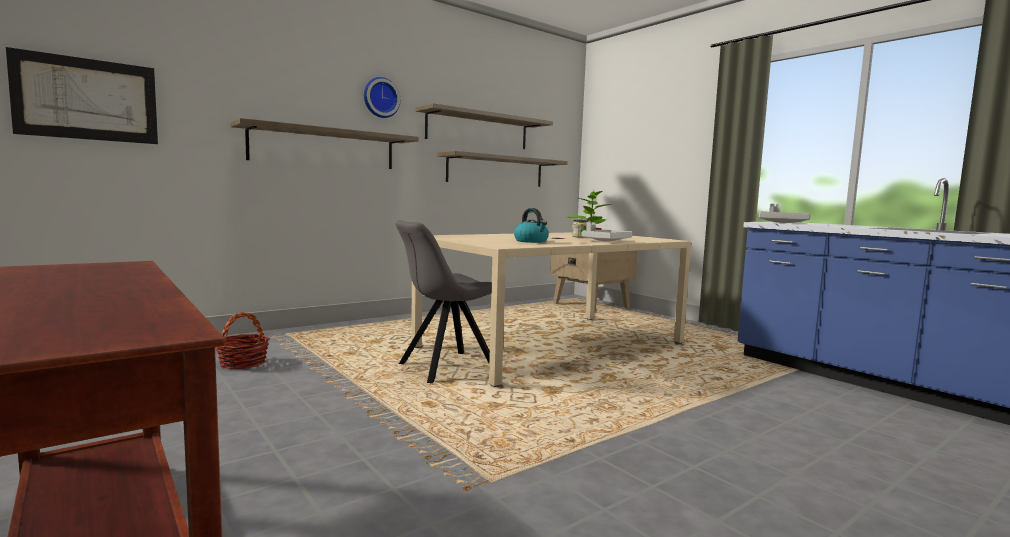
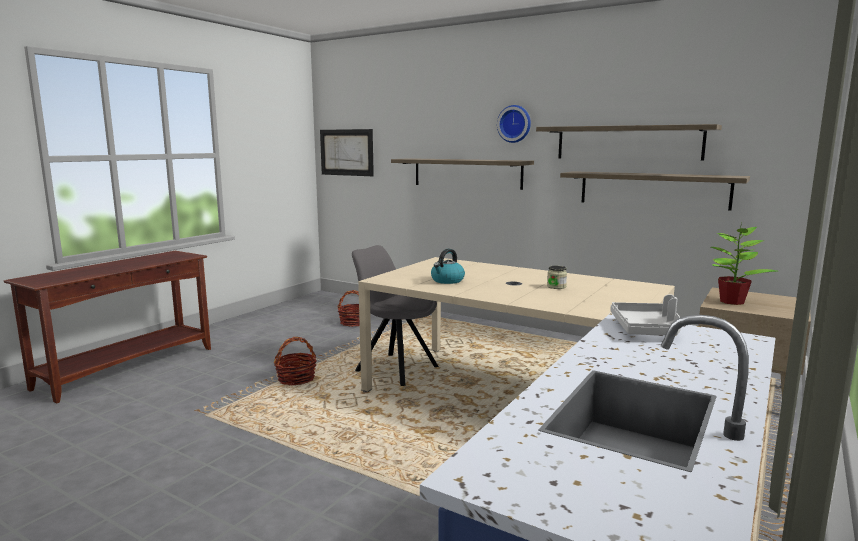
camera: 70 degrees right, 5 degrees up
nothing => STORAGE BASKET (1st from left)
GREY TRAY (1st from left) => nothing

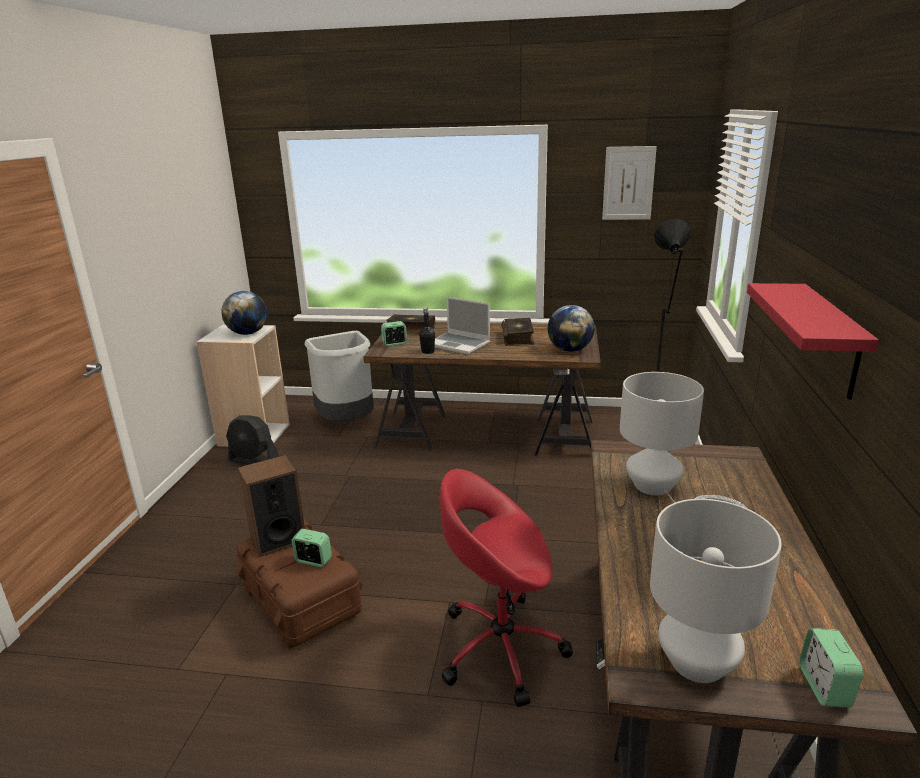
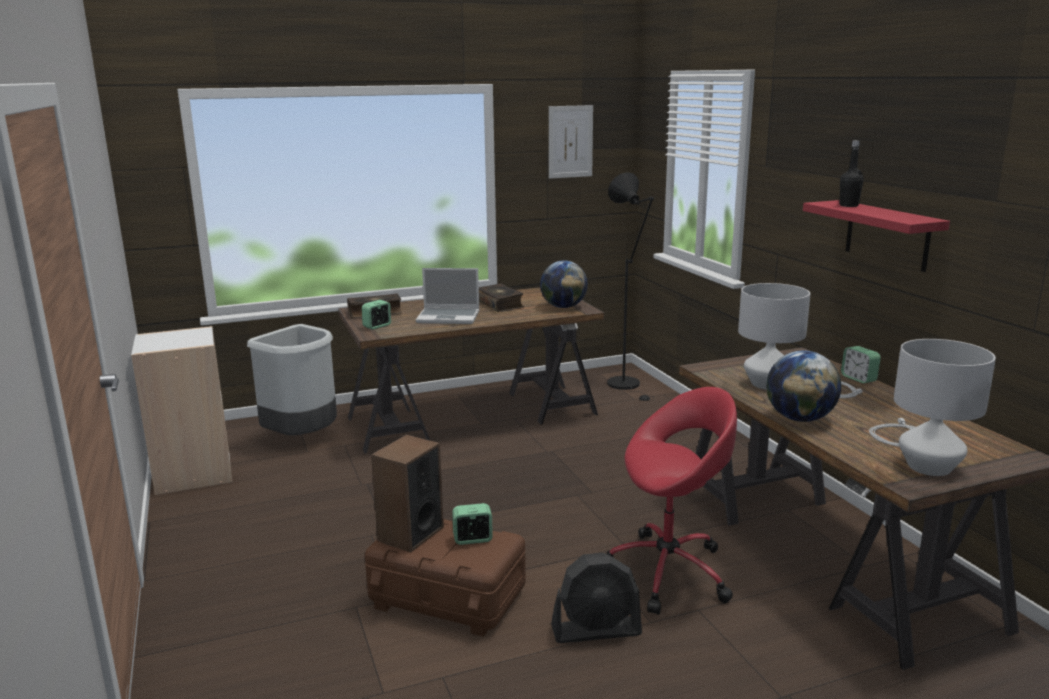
camera: 30 degrees left, 5 degrees down
BLACKISH COOLING FAN, moved
RED OFFICE CHAIR, 150 degrees counterclockwise
DESK GLOBE (1st from left in the first image) => DESK GLOBE (2nd from left), moved
BLACKISH BOTTLE, moved
TABLE CLOCK (3rd from left), moved

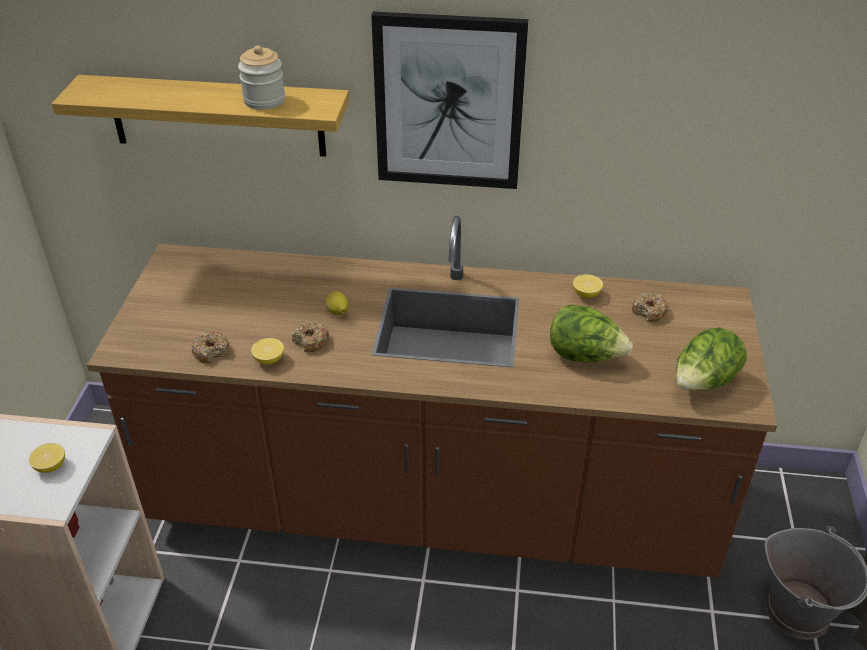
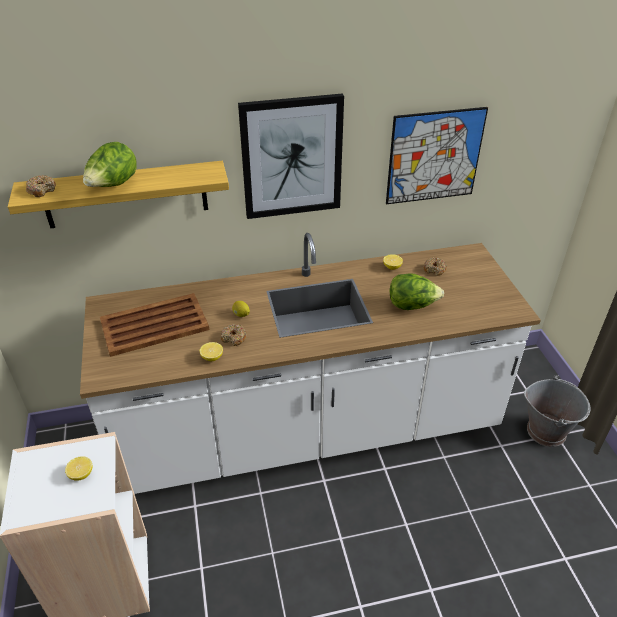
camera: 20 degrees left, 0 degrees up
RING DOUGHNUT (1st from left), moved
BROWN KITCHEN BASE UNIT => WHITE KITCHEN BASE UNIT
HEAD OF LETTUCE (2nd from left in the first image) => HEAD OF LETTUCE (1st from left), moved
nothing => BROWN TRAY
nothing => WALL ART (2nd from left)
JAR => nothing

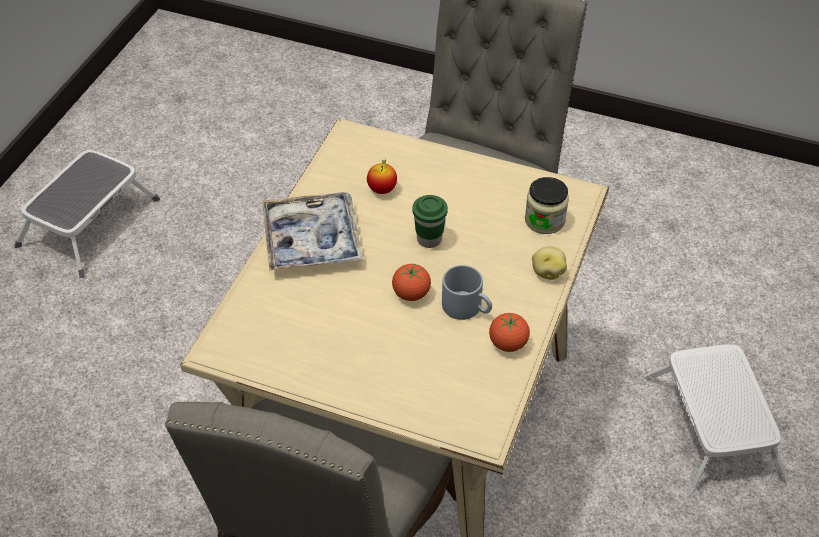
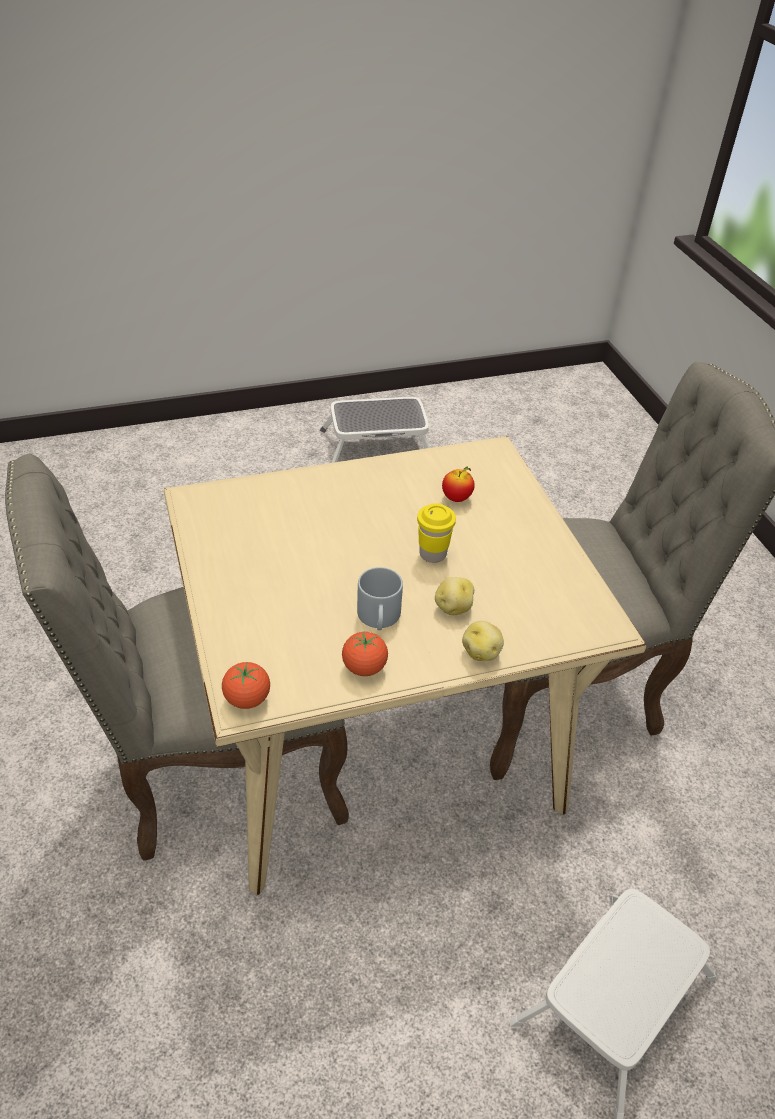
camera: 50 degrees right, 5 degrees down
TOMATO (1st from left), moved
GREEN-COLOURED DRINKING CUP => YELLOWISH DRINKING CUP
nothing => SPUD (1st from left)
TRAY => nothing
JAR => nothing

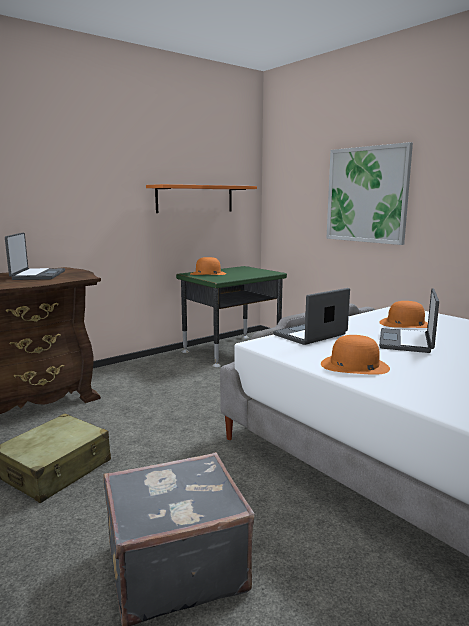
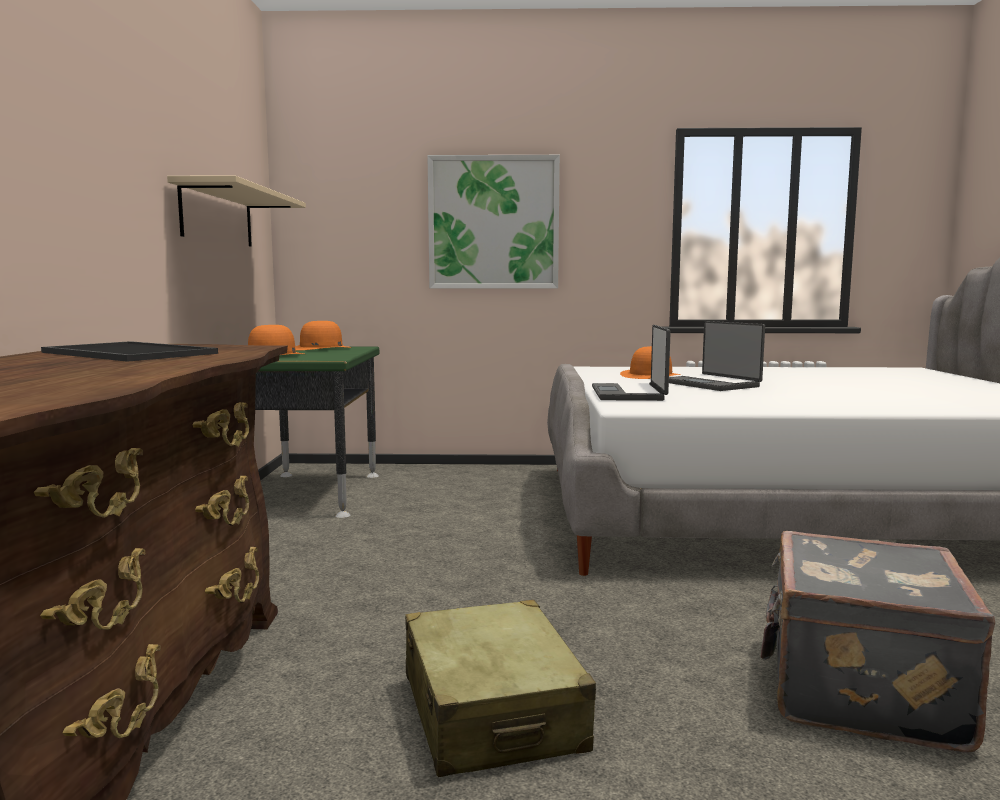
camera: 50 degrees left, 5 degrees down
PORTABLE COMPUTER (1st from left) => TRAY
ORANGE BRACKET SHELF => SAND-COLOURED BRACKET SHELF
ORANGE HAT (2nd from left), moved

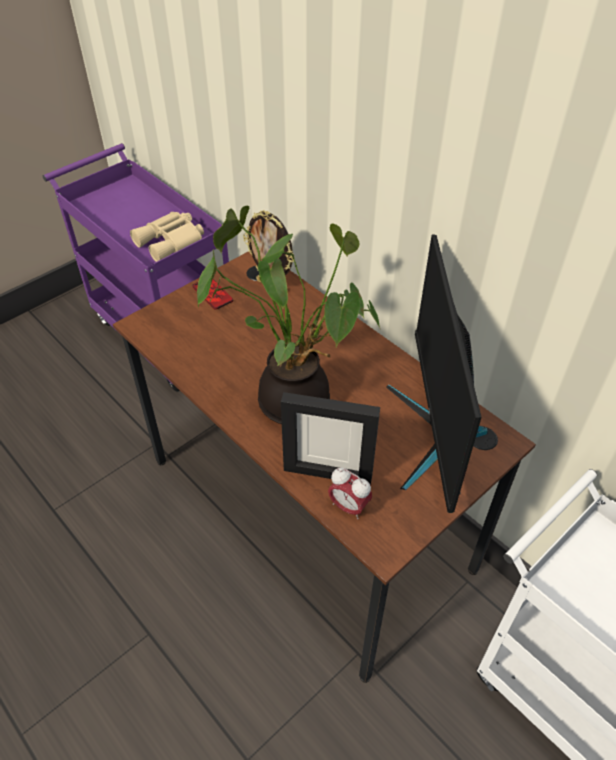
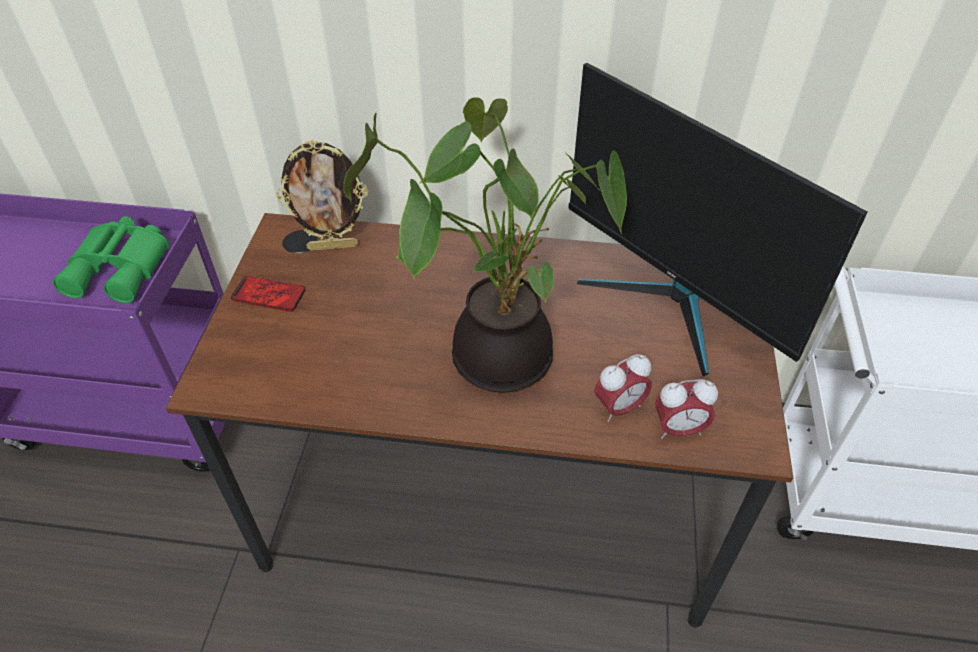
camera: 40 degrees left, 0 degrees up
SAND-COLOURED FIELD GLASSES => GREEN-COLOURED FIELD GLASSES
PHOTO FRAME (2nd from left) => TABLE CLOCK (1st from left)

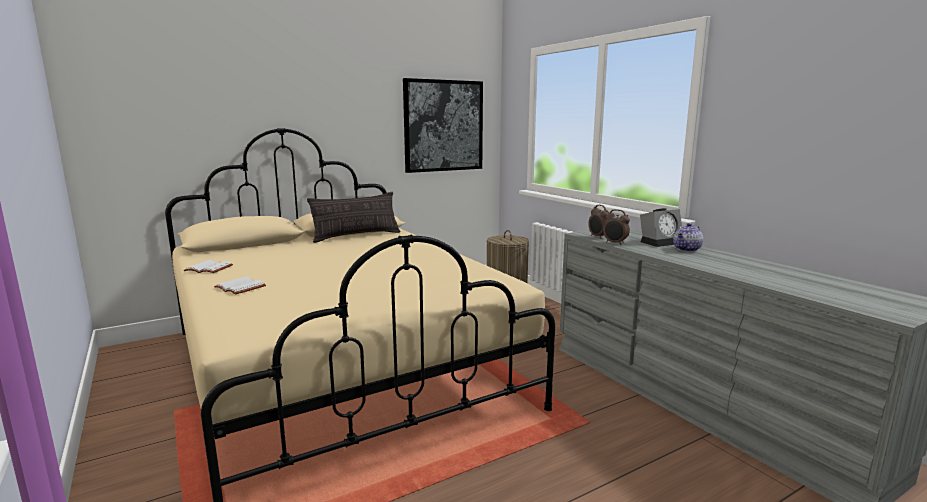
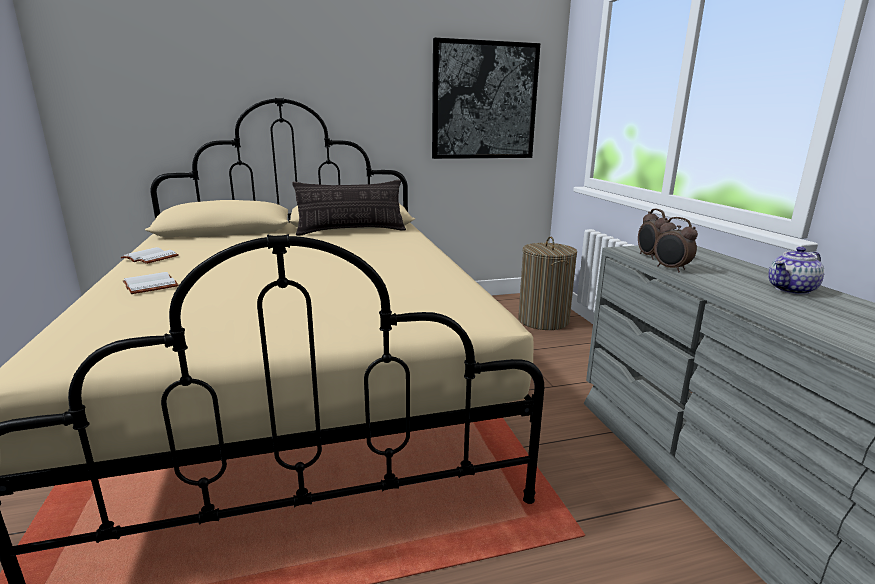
camera: 15 degrees right, 5 degrees up
TABLE CLOCK (3rd from left) => nothing

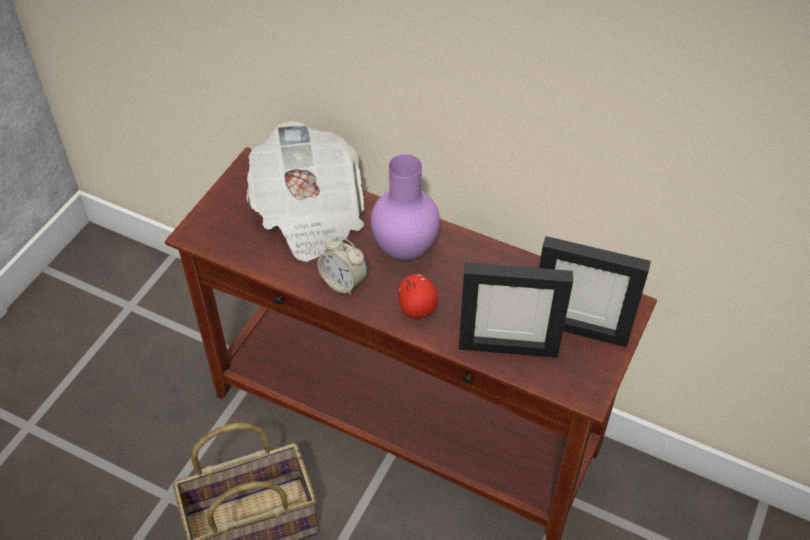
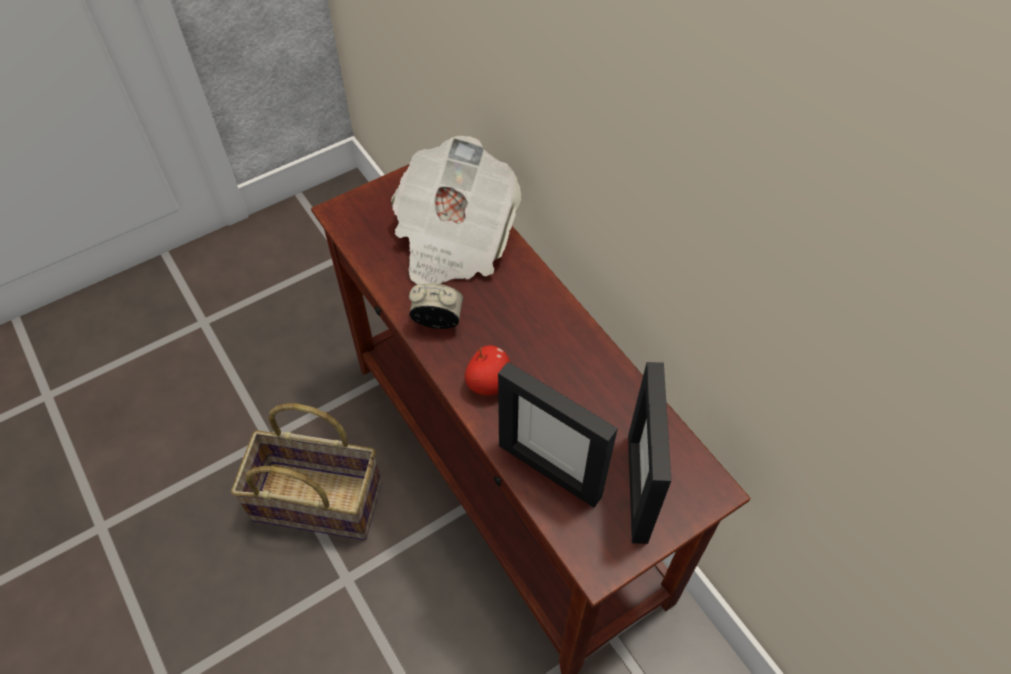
camera: 30 degrees right, 5 degrees up
TABLE CLOCK, 120 degrees clockwise
PHOTO FRAME (2nd from left), 45 degrees clockwise
PURPLISH FLOWER VASE => nothing

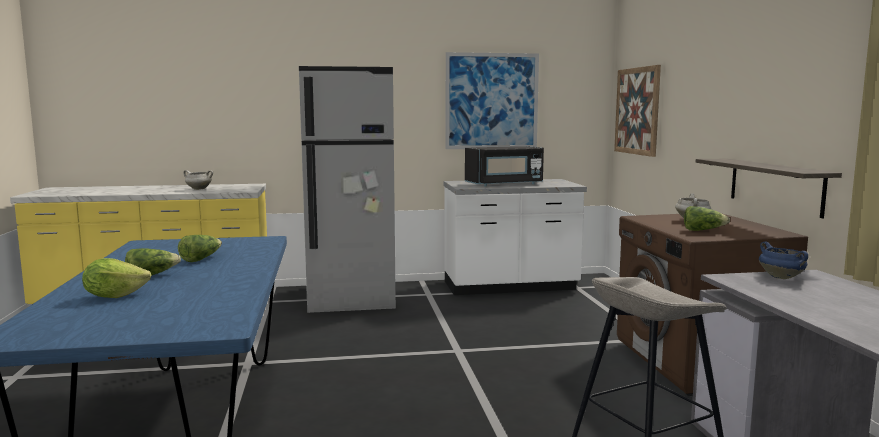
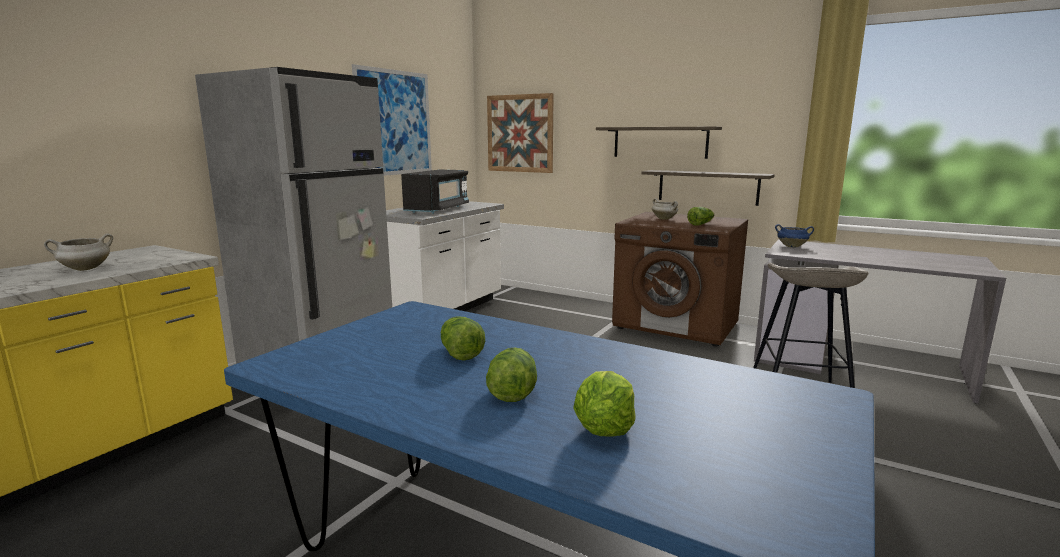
camera: 50 degrees left, 5 degrees up
nothing => BRACKET SHELF (1st from left)

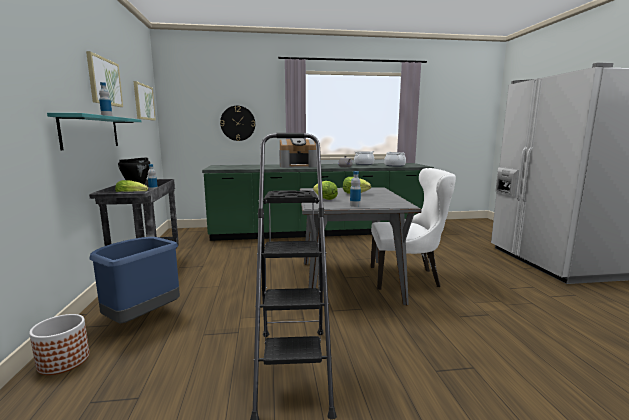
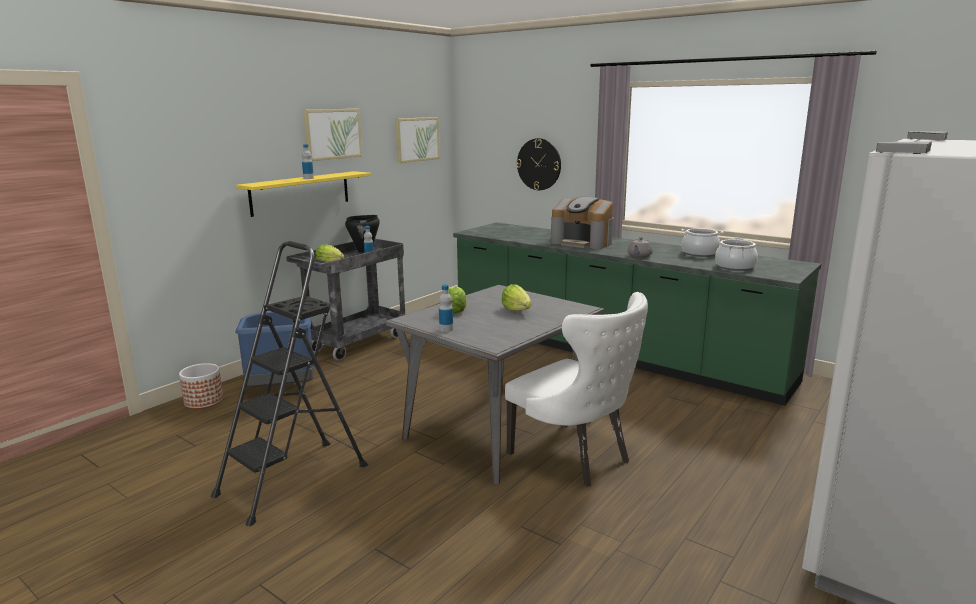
camera: 45 degrees right, 5 degrees up
BLUE-GREEN BRACKET SHELF => YELLOWISH BRACKET SHELF

